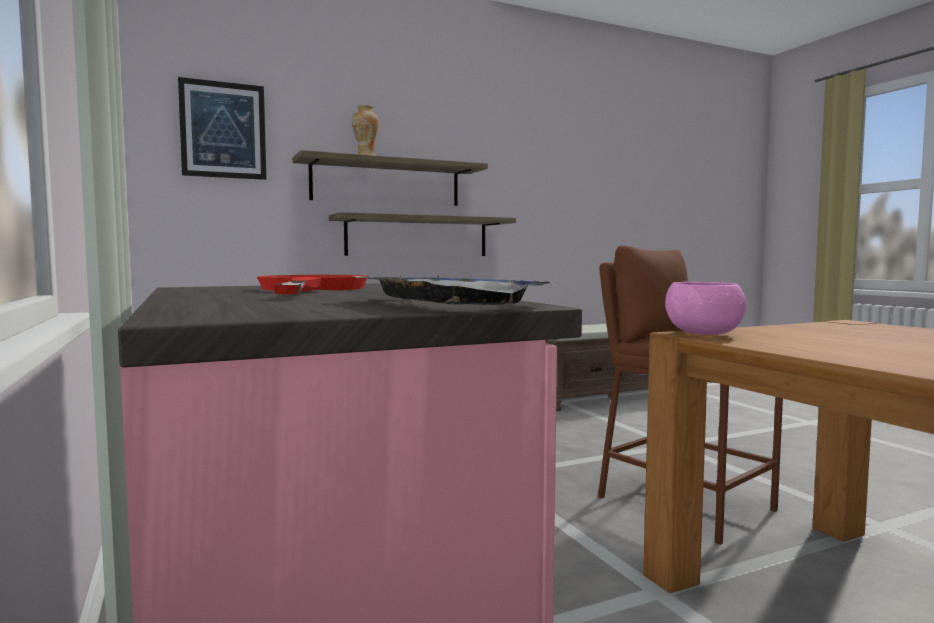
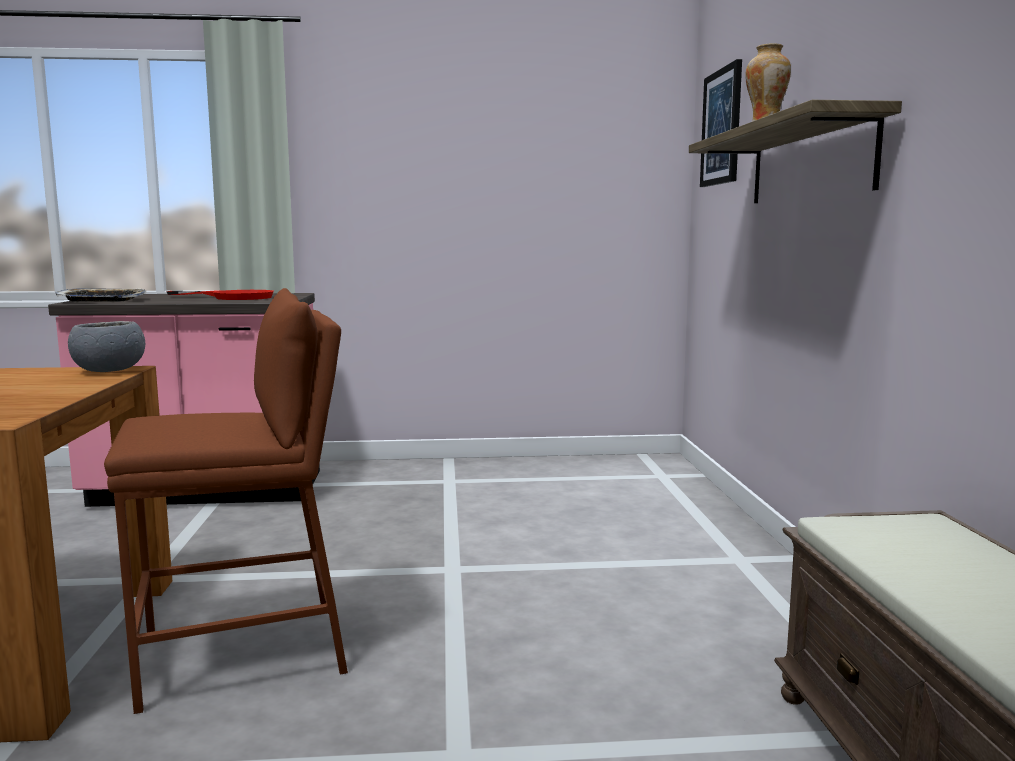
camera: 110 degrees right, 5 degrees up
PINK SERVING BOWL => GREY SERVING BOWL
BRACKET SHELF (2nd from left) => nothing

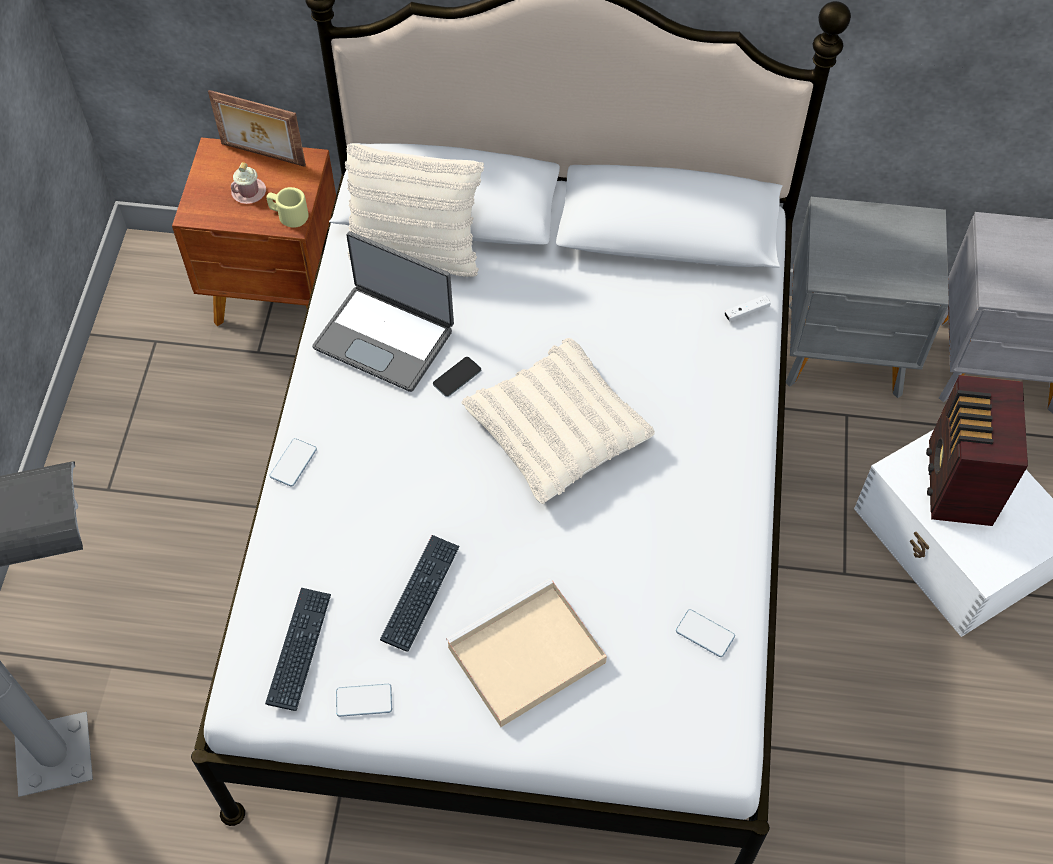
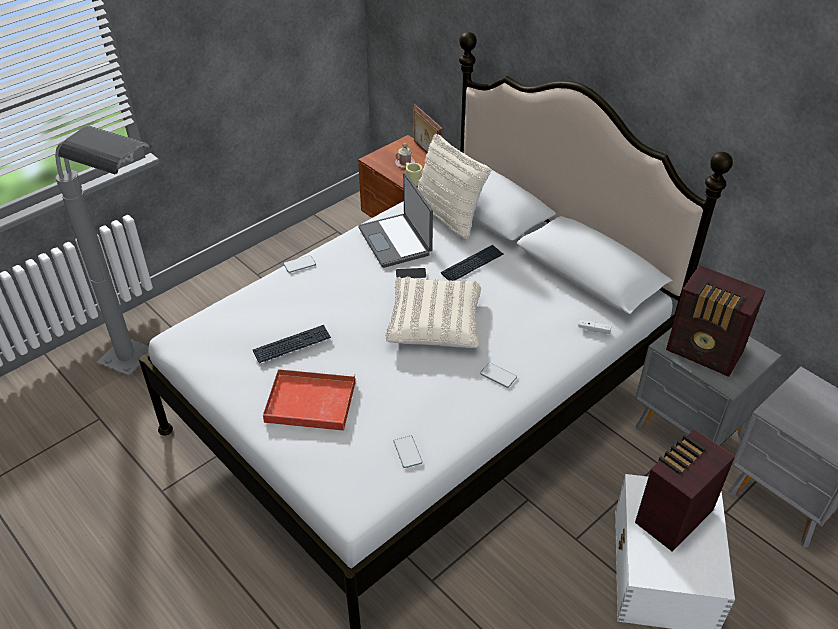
camera: 40 degrees right, 15 degrees down
SAND-COLOURED TRAY => RED TRAY
KEYBOARD (1st from left in the first image) => KEYBOARD (2nd from left), moved
TELEPHONE (2nd from left in the first image) => TELEPHONE (4th from left), moved
nothing => RADIO (2nd from left)

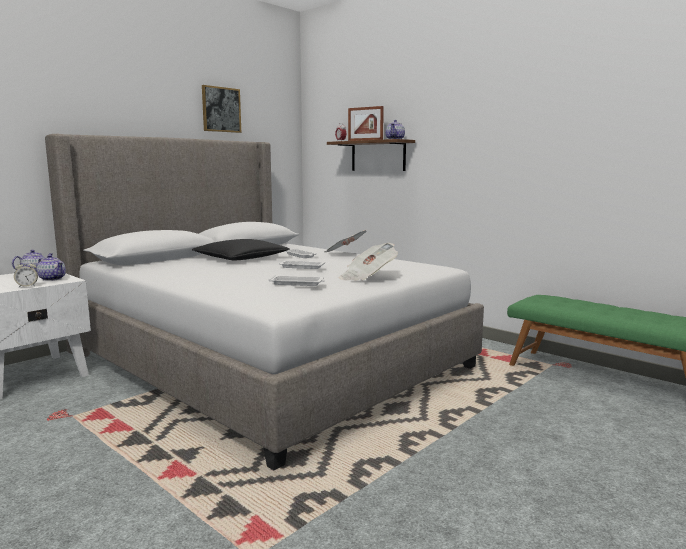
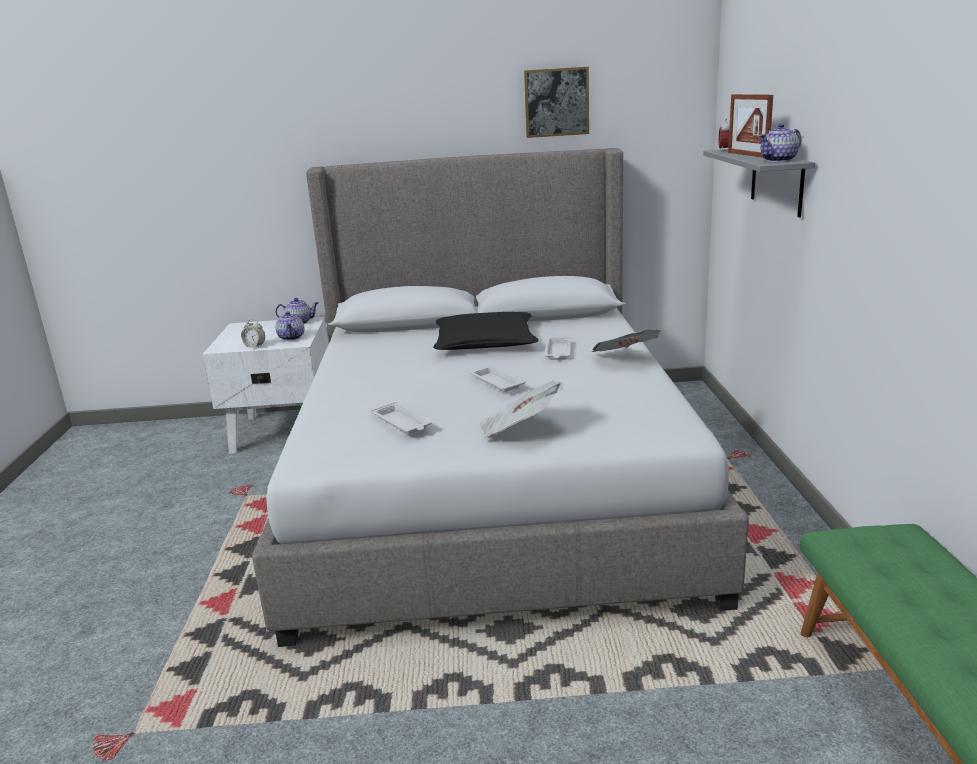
camera: 45 degrees right, 10 degrees up
BROWN BRACKET SHELF => GREY BRACKET SHELF

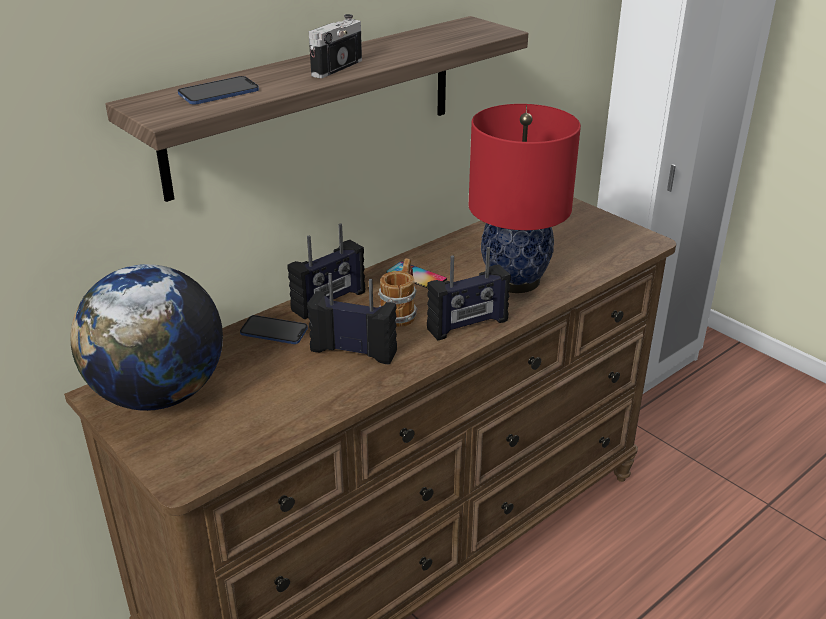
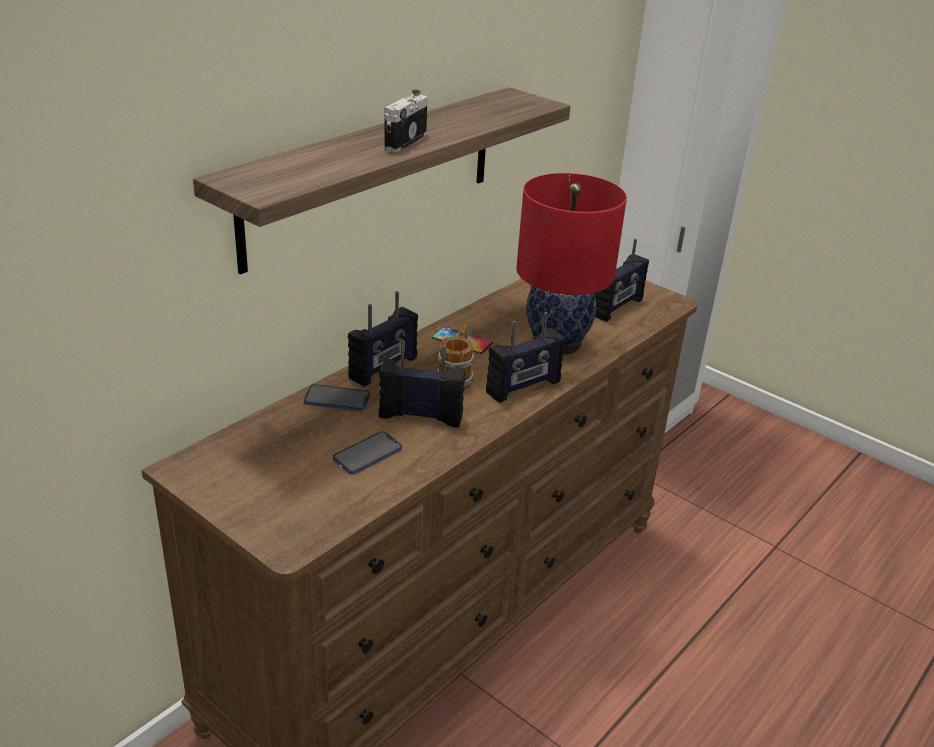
camera: 10 degrees left, 0 degrees up
TELEPHONE (1st from left in the first image) => TELEPHONE (2nd from left), moved
nothing => RADIO (4th from left)
DESK GLOBE => nothing

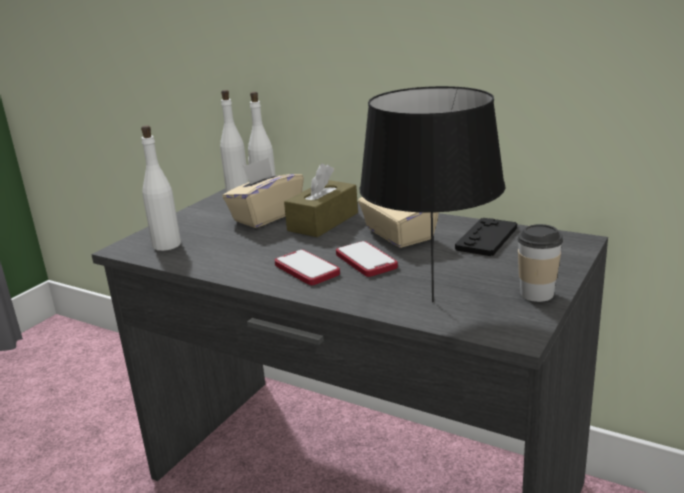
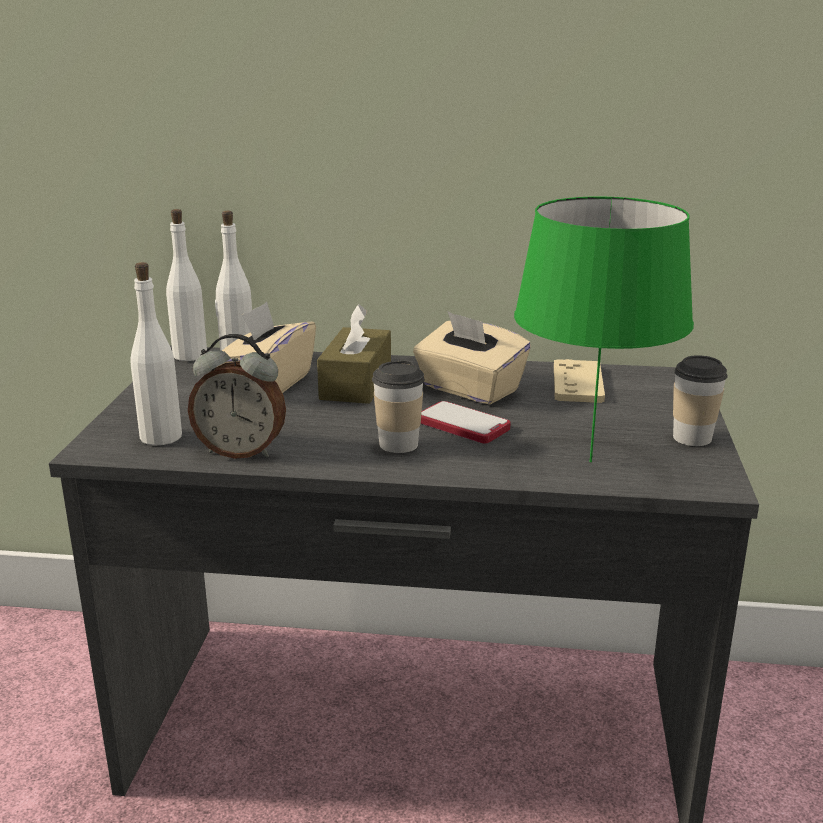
camera: 25 degrees left, 0 degrees up
nothing => TABLE CLOCK
TELEPHONE (1st from left) => DRINKING CUP (1st from left)
BLACKISH TABLE LAMP => GREEN-COLOURED TABLE LAMP
BLACKISH GAME CONTROLLER => SAND-COLOURED GAME CONTROLLER

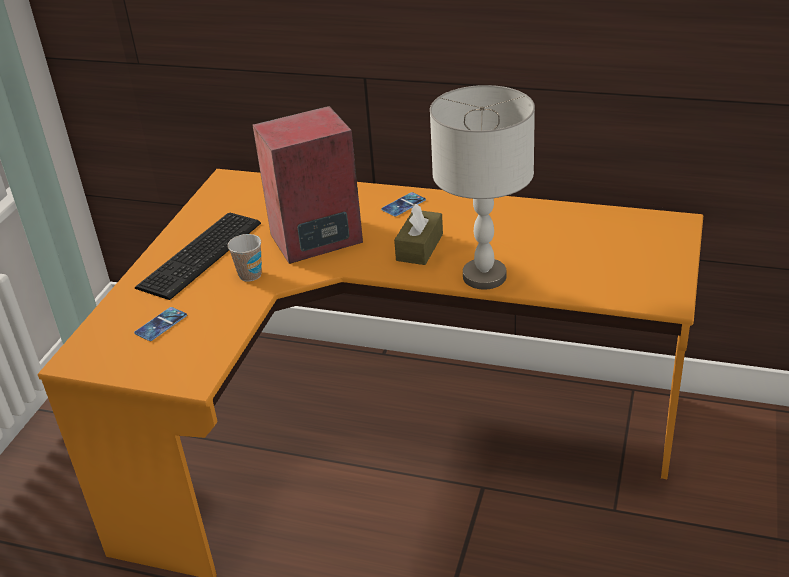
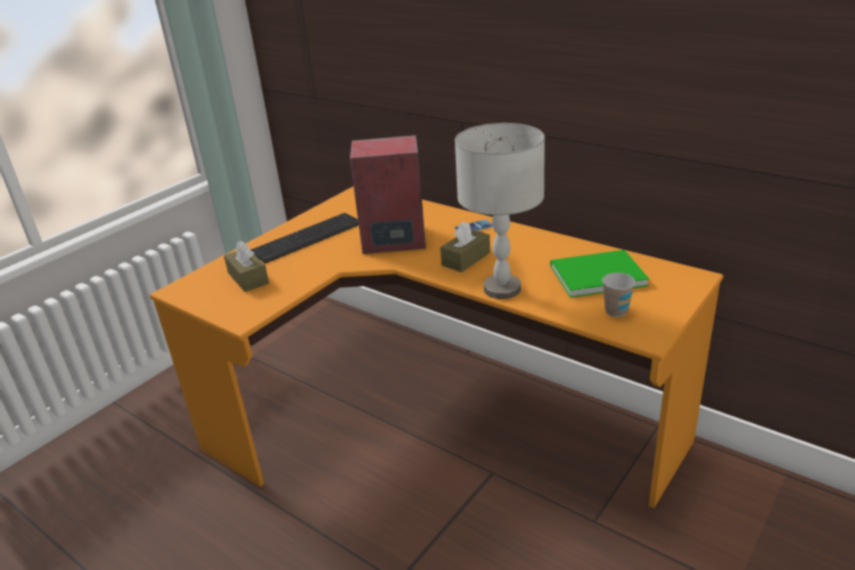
camera: 20 degrees right, 5 degrees down
TELEPHONE (1st from left) => BROWN BOX OF TISSUES (1st from left)
nothing => GREEN-COLOURED BOUND BOOK
DRINKING CUP, moved

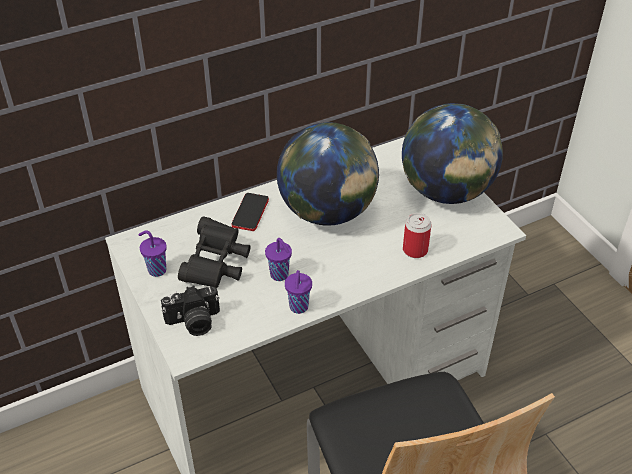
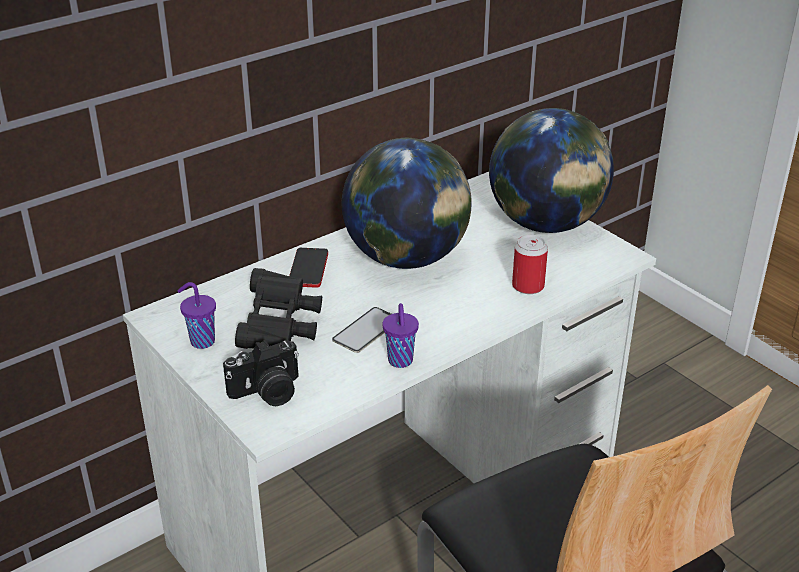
camera: 10 degrees left, 10 degrees down
PURPLISH DRINKING CUP (2nd from left) => TELEPHONE (2nd from left)

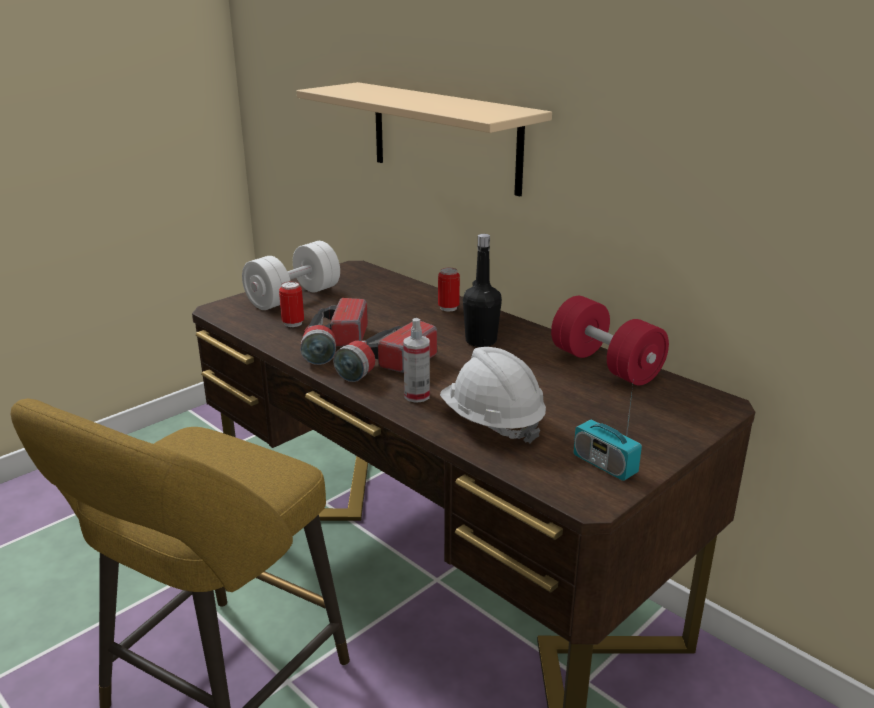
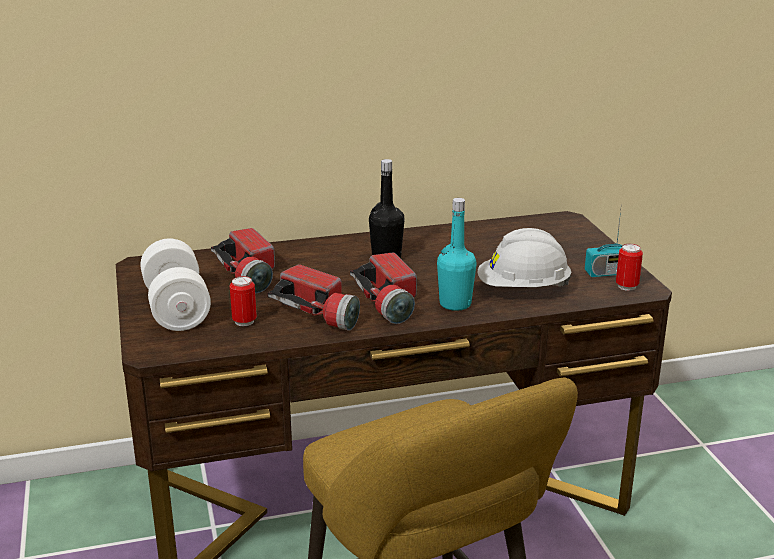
camera: 60 degrees left, 0 degrees up
nothing => TORCH (1st from left)
SPRAY BOTTLE => BLUE-GREEN BOTTLE
SEALED CAN (2nd from left), moved
SAND-COLOURED BRACKET SHELF => nothing
RED FREE WEIGHT => nothing

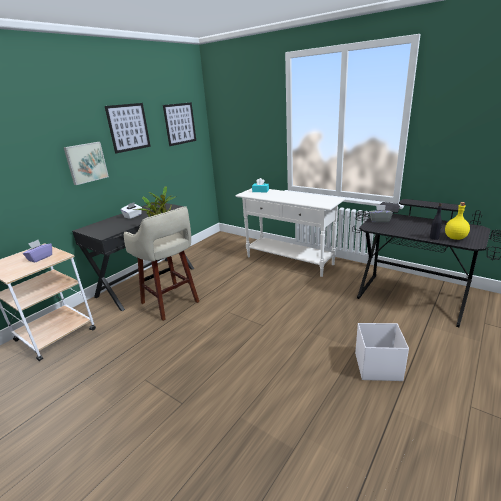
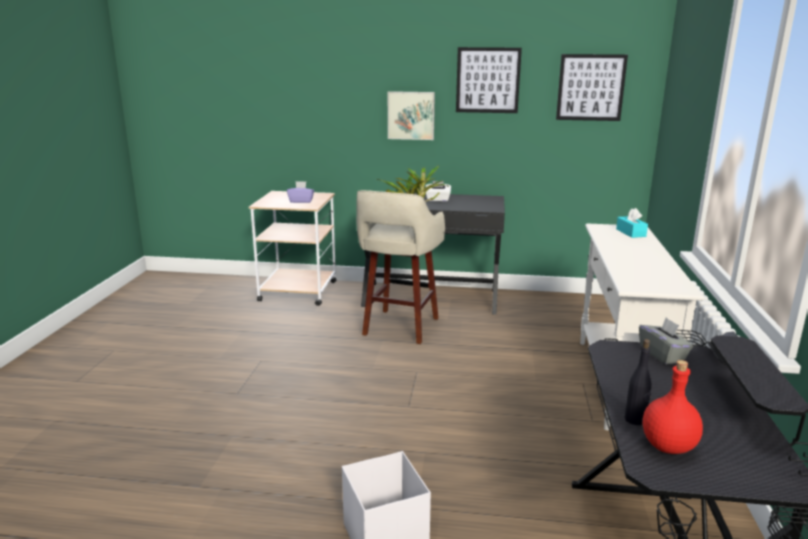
camera: 60 degrees right, 5 degrees down
YELLOWISH BOTTLE => RED BOTTLE

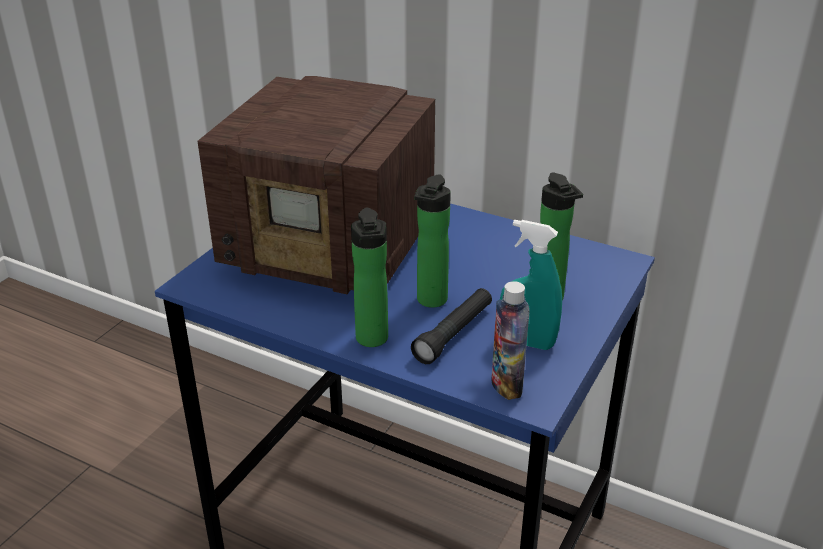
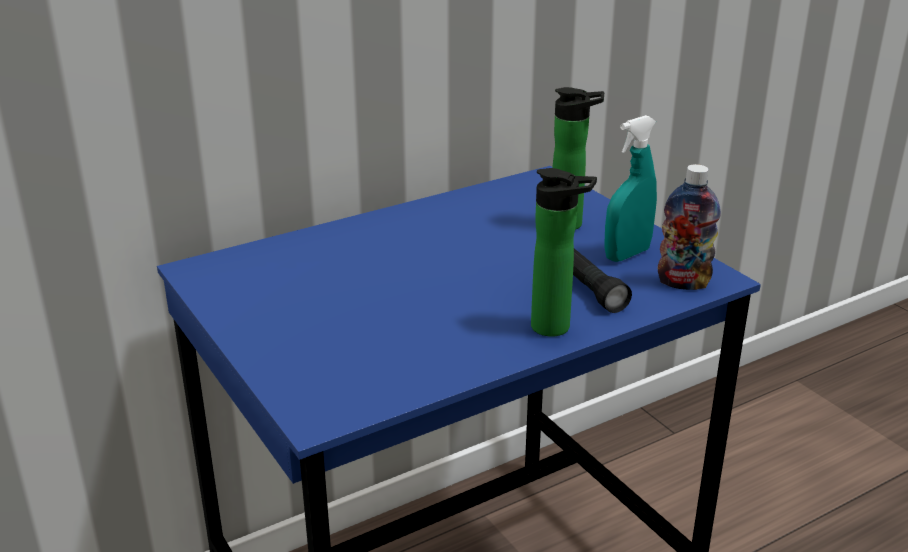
camera: 60 degrees left, 5 degrees down
RADIO => nothing
BOTTLE (2nd from left) => nothing

